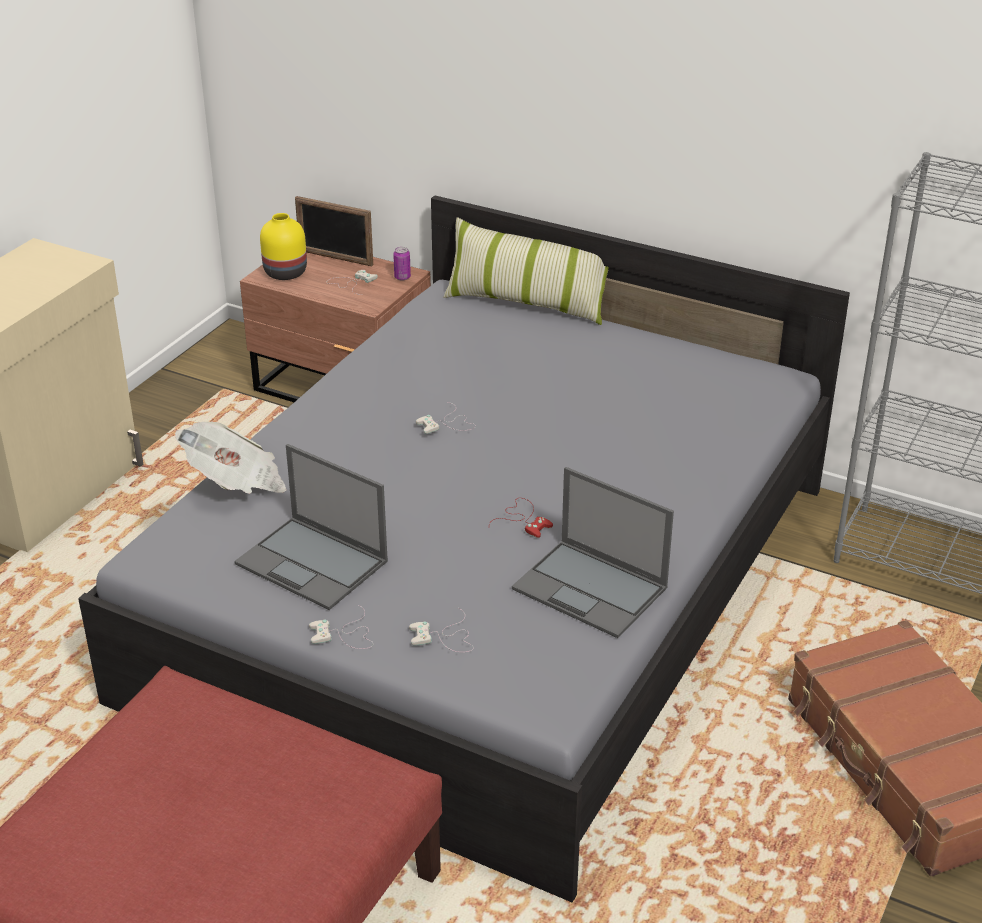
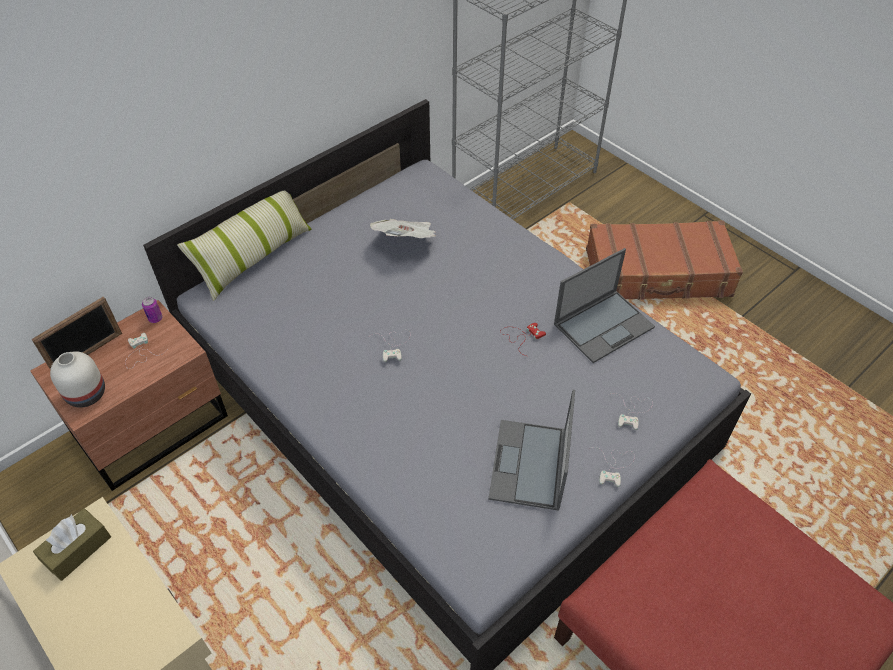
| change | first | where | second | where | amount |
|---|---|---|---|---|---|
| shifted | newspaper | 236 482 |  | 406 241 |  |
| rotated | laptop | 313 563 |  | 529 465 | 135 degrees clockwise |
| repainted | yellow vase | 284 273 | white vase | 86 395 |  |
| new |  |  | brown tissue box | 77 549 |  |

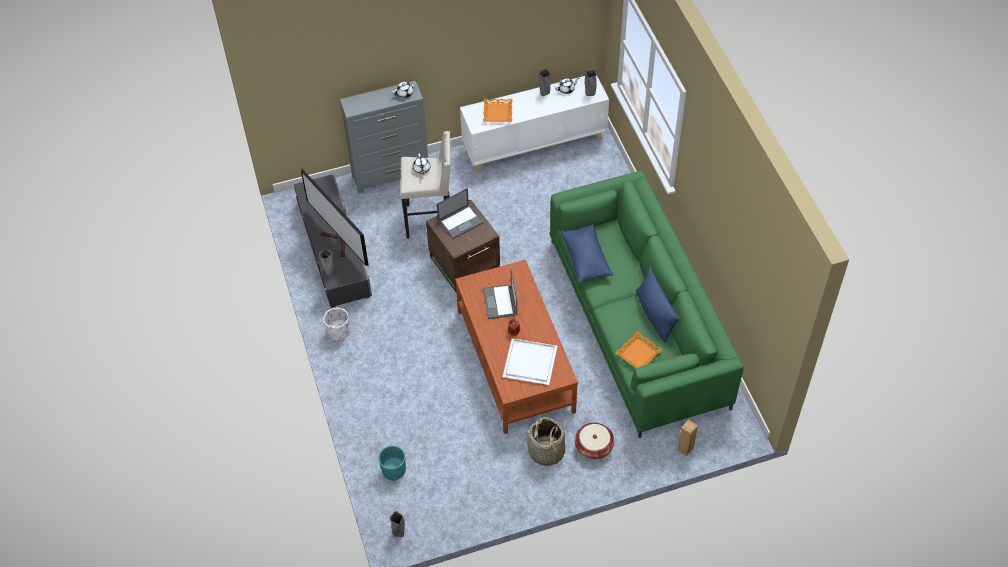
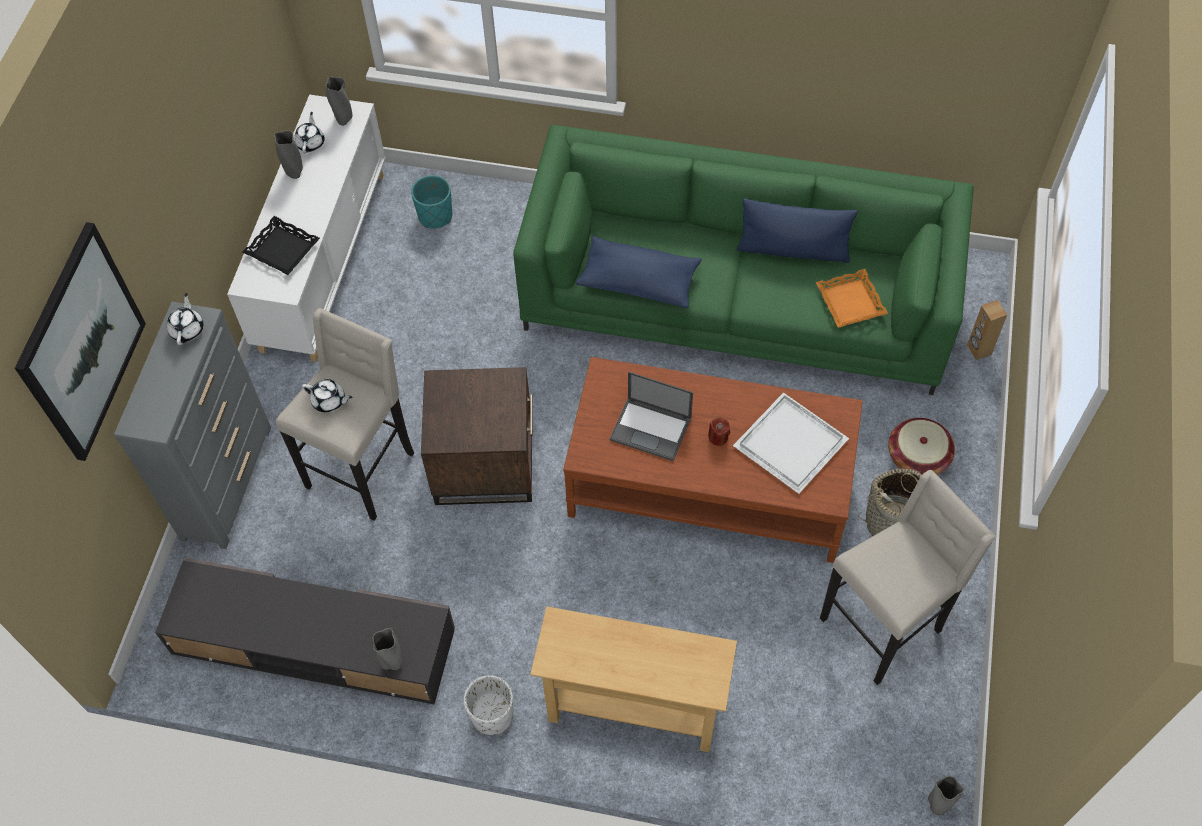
| change | first | where | second | where | amount |
|---|---|---|---|---|---|
| gone | television | 339 242 |  |  |  |
| shifted | turquoise planter | 393 470 |  | 435 216 |  |
| gone | laptop | 461 221 |  |  |  |
| repainted | orange tray | 497 112 | black tray | 282 250 |  |
| new |  |  | picture | 81 343 |  |
| new |  |  | beige console table | 633 710 |  |
| new |  |  | beige stool | 883 625 |  |

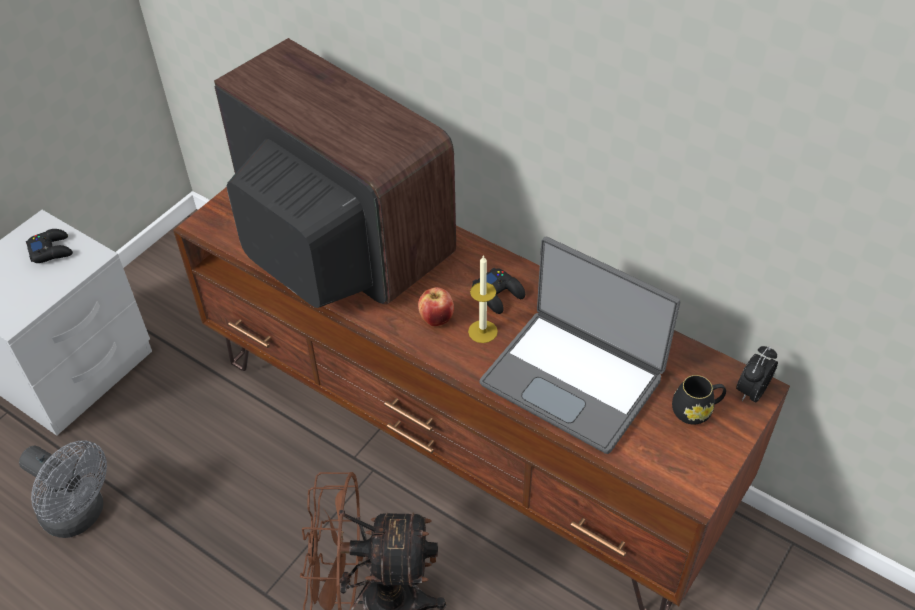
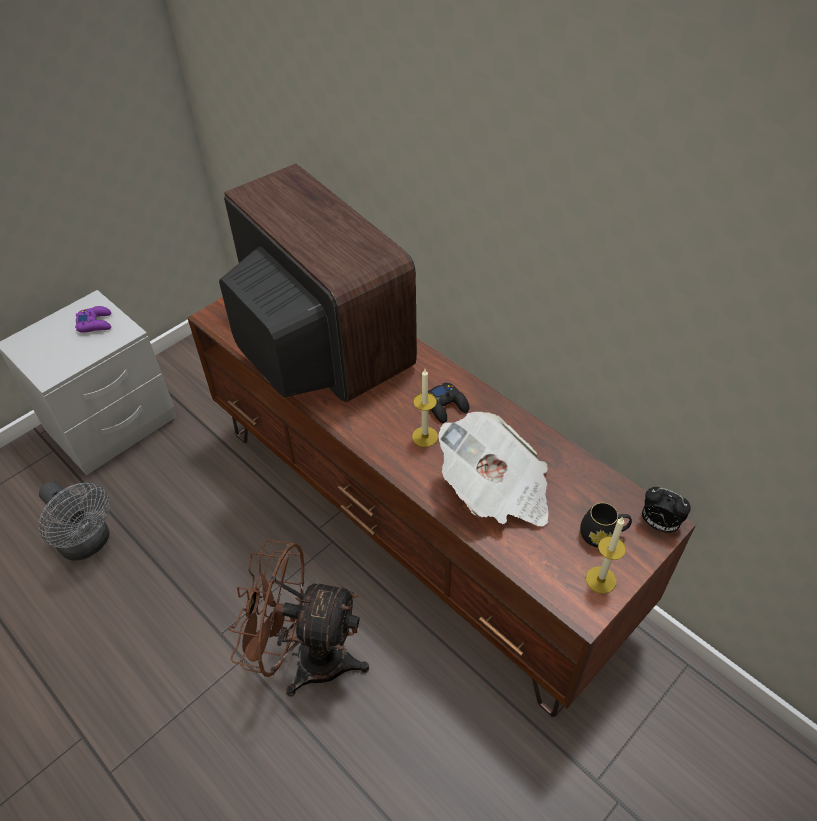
| change | first | where | second | where | amount |
|---|---|---|---|---|---|
| repainted | black game controller | 51 250 | purple game controller | 95 323 |  |
| gone | apple | 437 319 |  |  |  |
| swapped | laptop | 573 379 | newspaper | 496 490 |  |
| rotated | alarm clock | 751 391 |  | 658 524 | 105 degrees counterclockwise |
| new |  |  | candle | 600 580 |  |

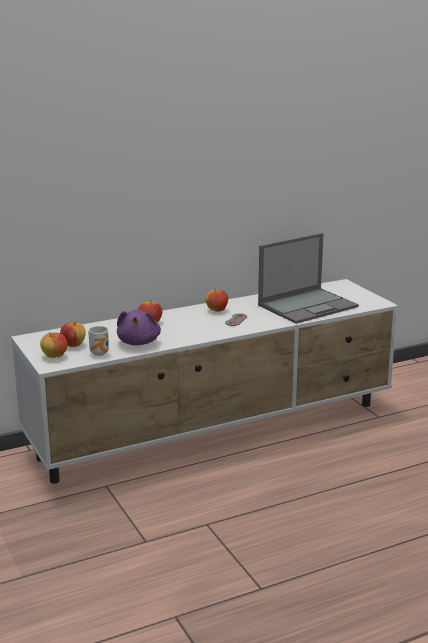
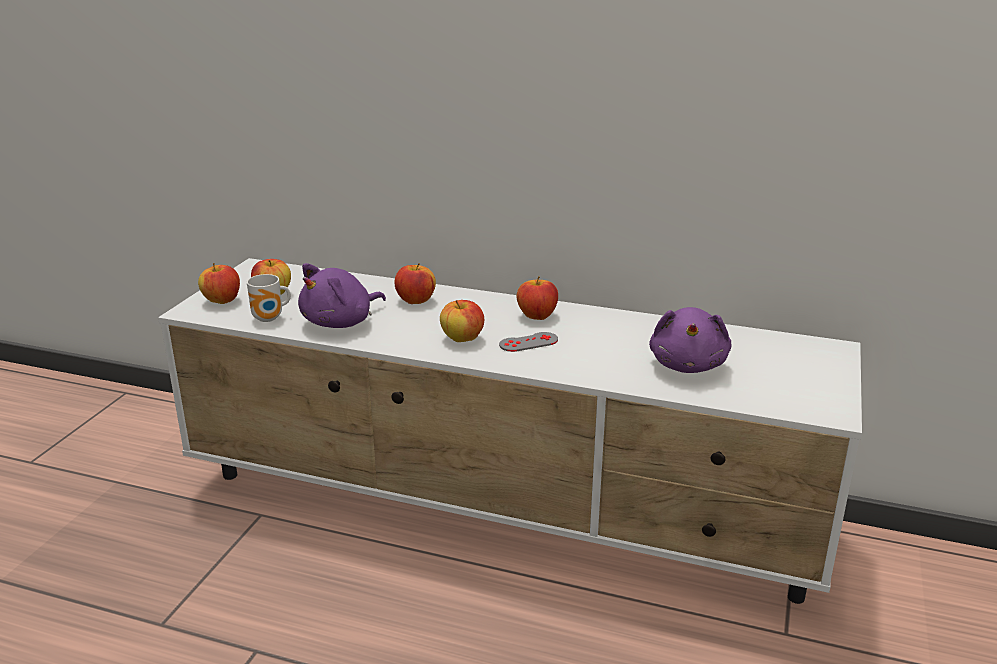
| change | first | where | second | where | amount |
|---|---|---|---|---|---|
| swapped | laptop | 308 306 | purple plush toy | 688 365 |  |
| new |  |  | apple | 462 339 |  |

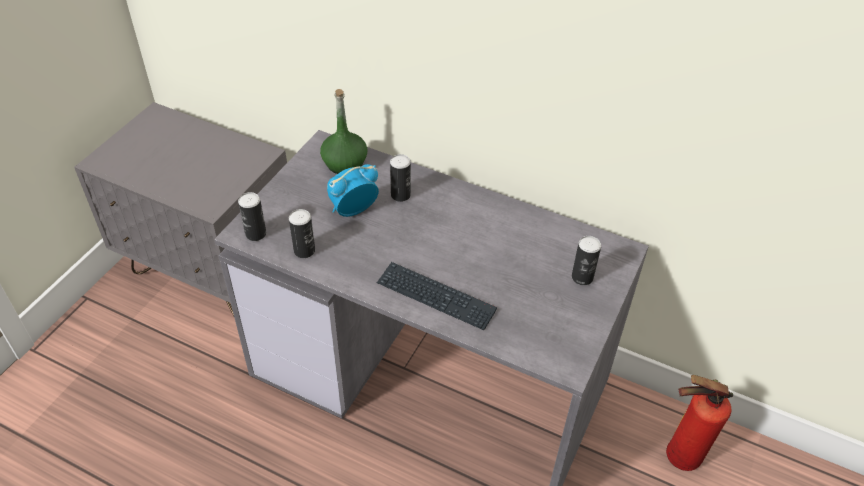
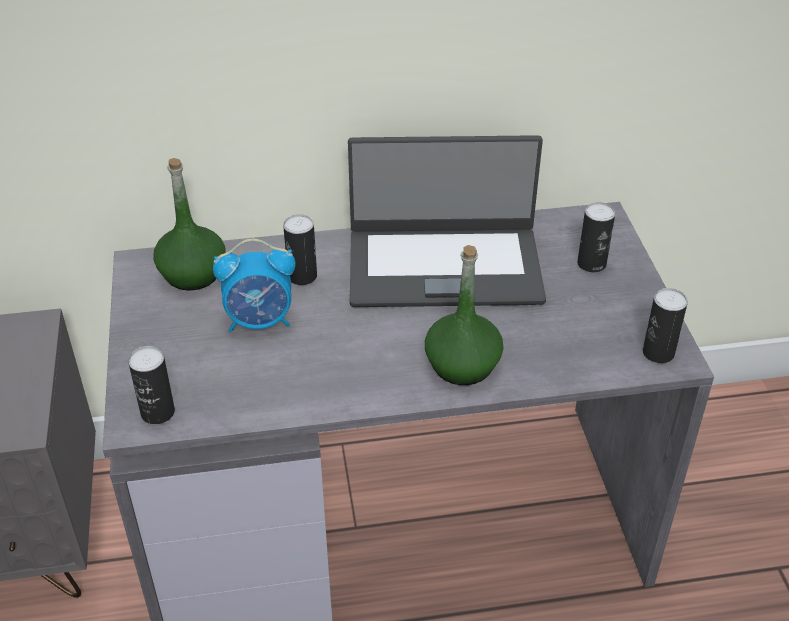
| change | first | where | second | where | amount |
|---|---|---|---|---|---|
| shifted | can | 304 250 |  | 658 352 |  |
| rotated | alarm clock | 353 210 |  | 260 321 | 120 degrees counterclockwise |
| swapped | keyboard | 435 297 | green bottle | 463 365 |  |
| gone | fire extinguisher | 677 456 |  |  |  |
| new |  |  | laptop | 444 266 |  |

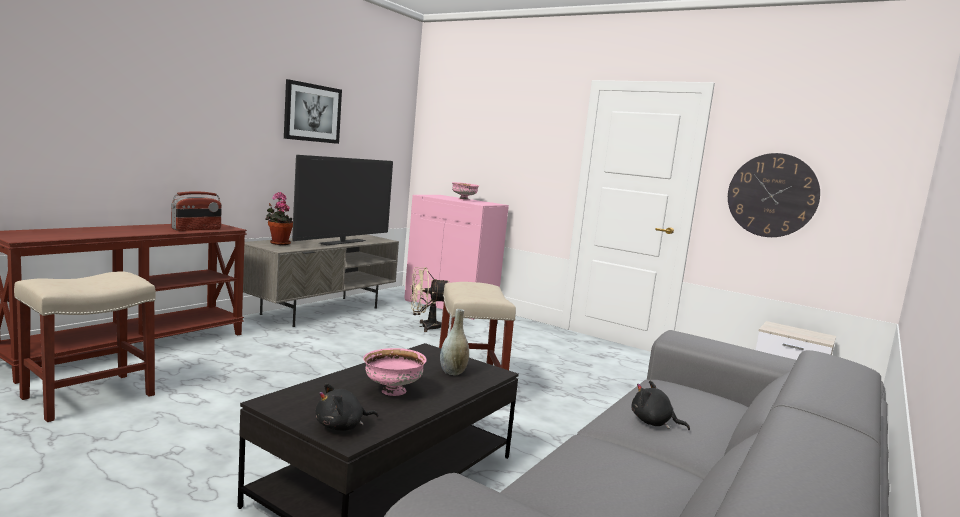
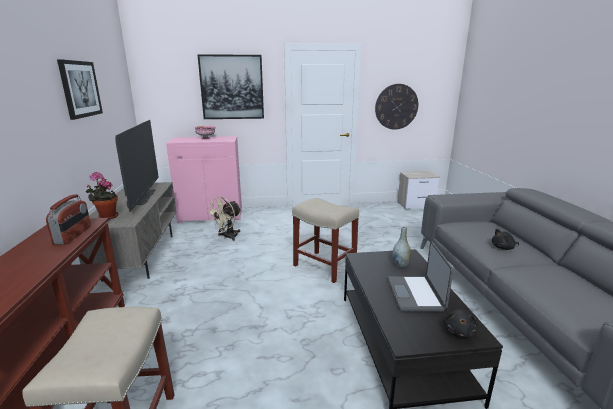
| change | first | where | second | where | amount |
|---|---|---|---|---|---|
| swapped | pink bowl | 392 391 | laptop | 416 294 |  |
| new |  |  | picture | 232 87 |  |

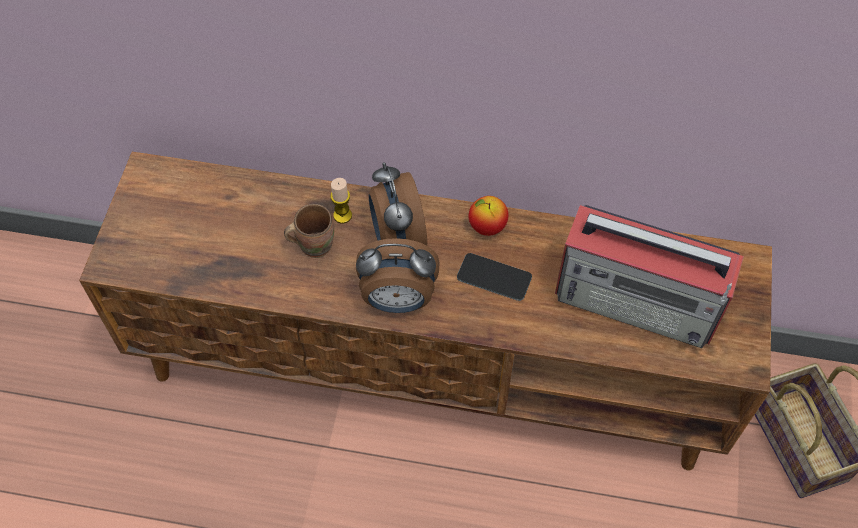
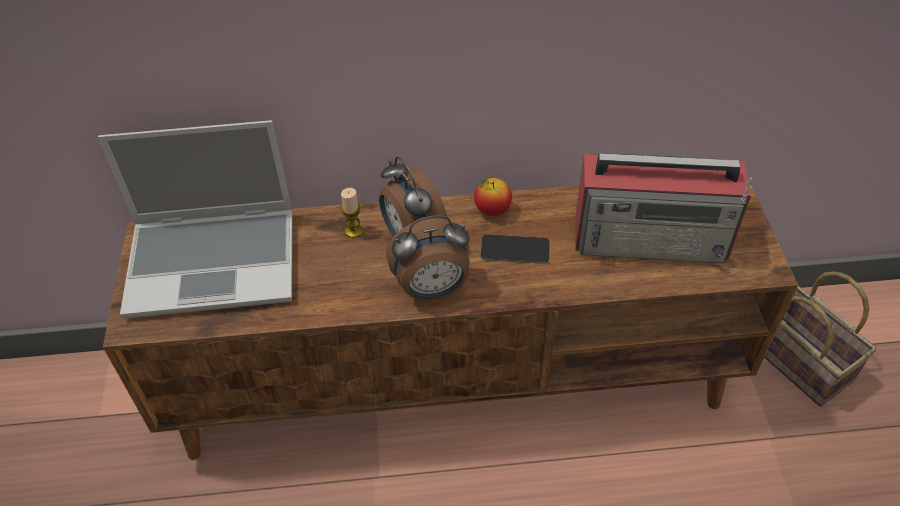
| change | first | where | second | where | amount |
|---|---|---|---|---|---|
| gone | brown mug | 313 244 |  |  |  |
| new |  |  | laptop | 215 262 |  |

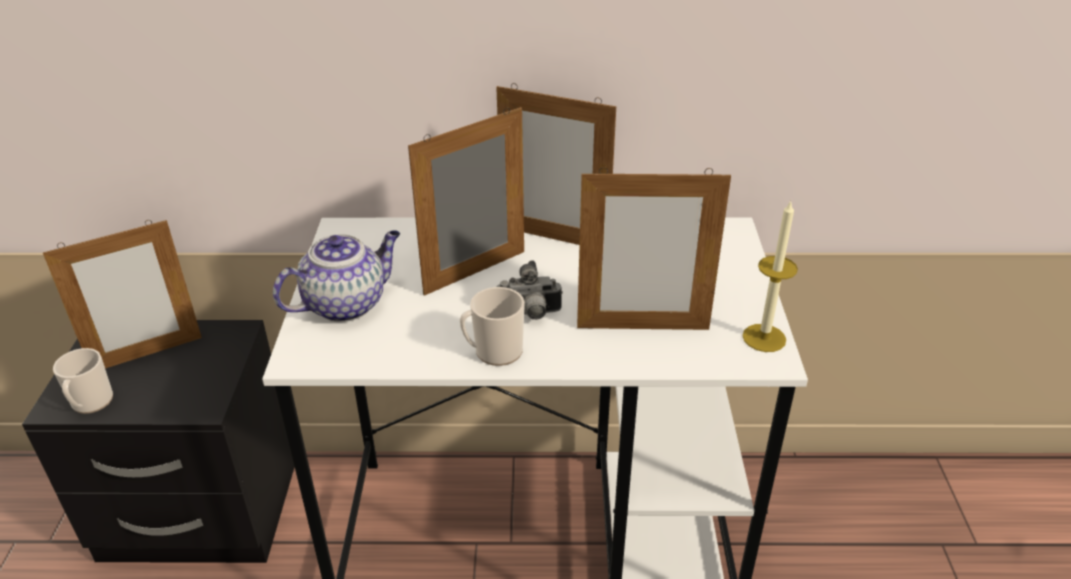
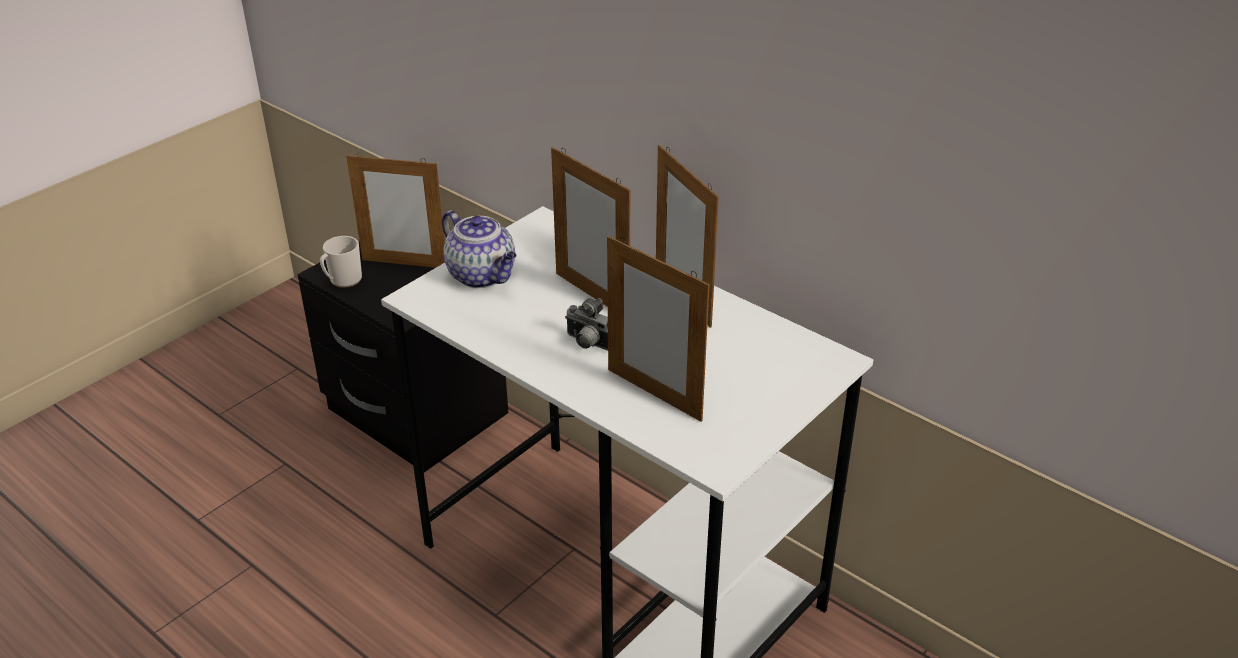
| change | first | where | second | where | amount |
|---|---|---|---|---|---|
| rotated | teapot | 346 303 |  | 483 276 | 45 degrees clockwise |
| rotated | picture frame | 475 272 |  | 592 296 | 135 degrees counterclockwise |
| gone | mug | 493 352 |  |  |  |
| gone | candle | 764 338 |  |  |  |

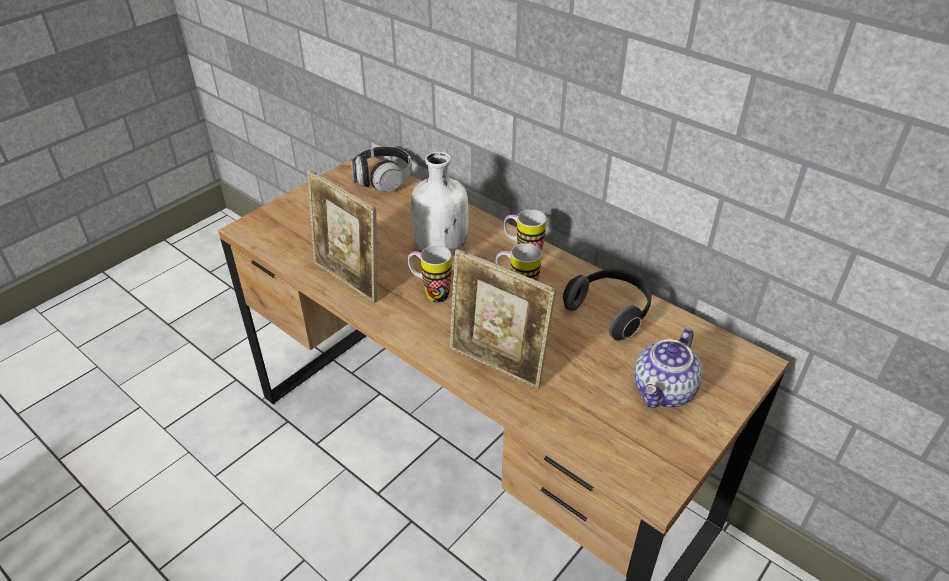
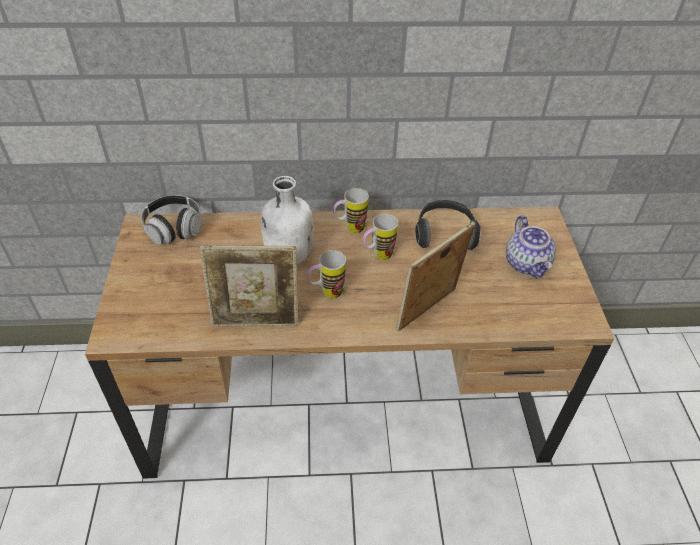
| change | first | where | second | where | amount |
|---|---|---|---|---|---|
| rotated | picture frame | 497 365 |  | 428 312 | 150 degrees clockwise |

